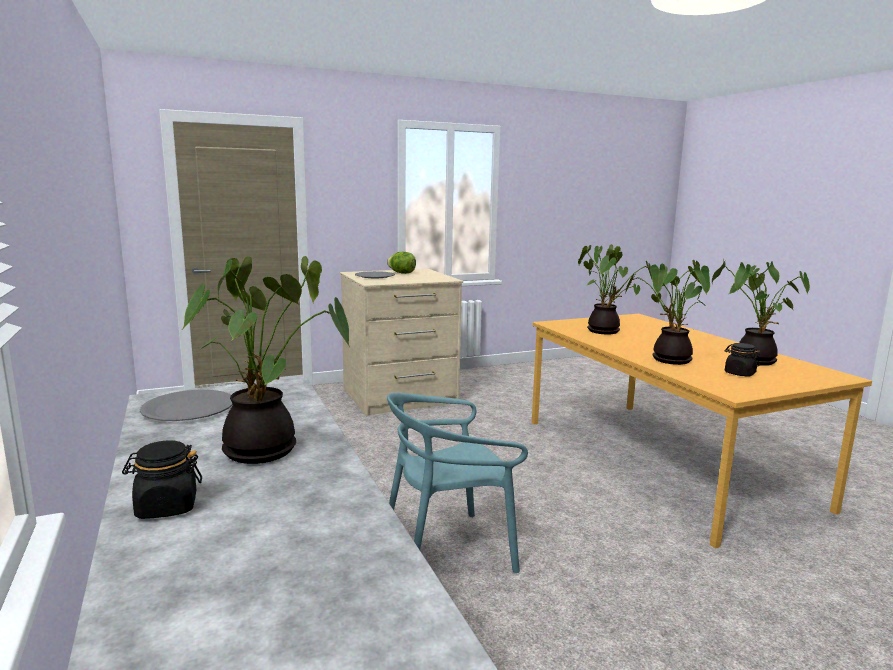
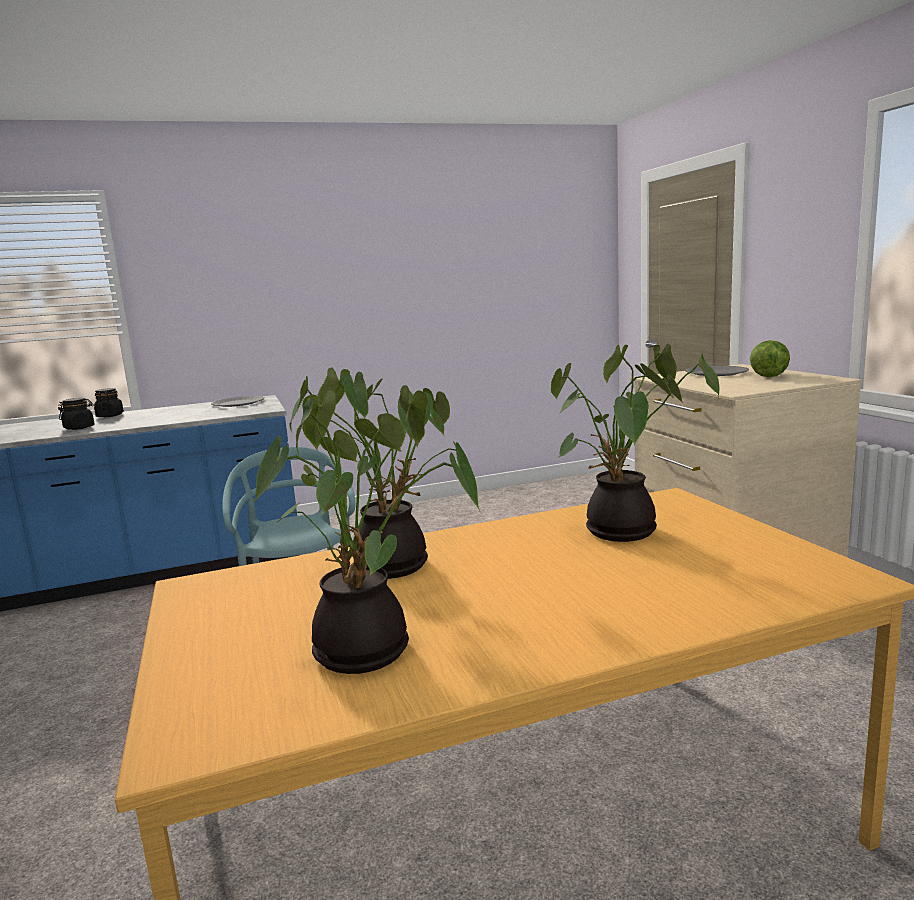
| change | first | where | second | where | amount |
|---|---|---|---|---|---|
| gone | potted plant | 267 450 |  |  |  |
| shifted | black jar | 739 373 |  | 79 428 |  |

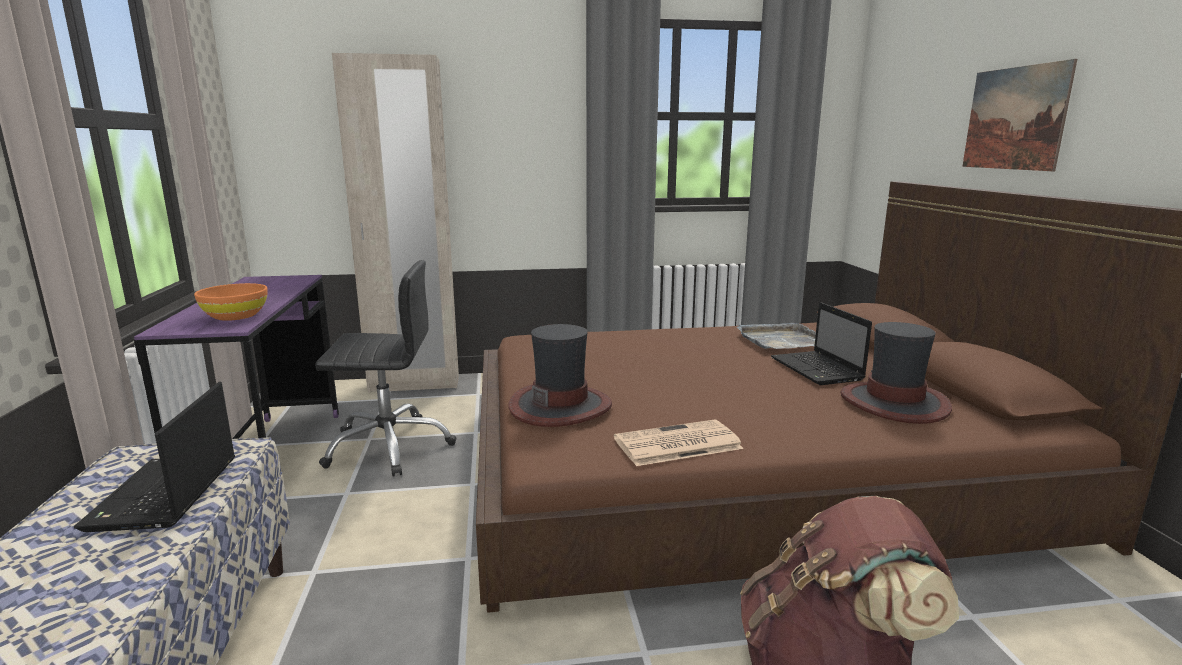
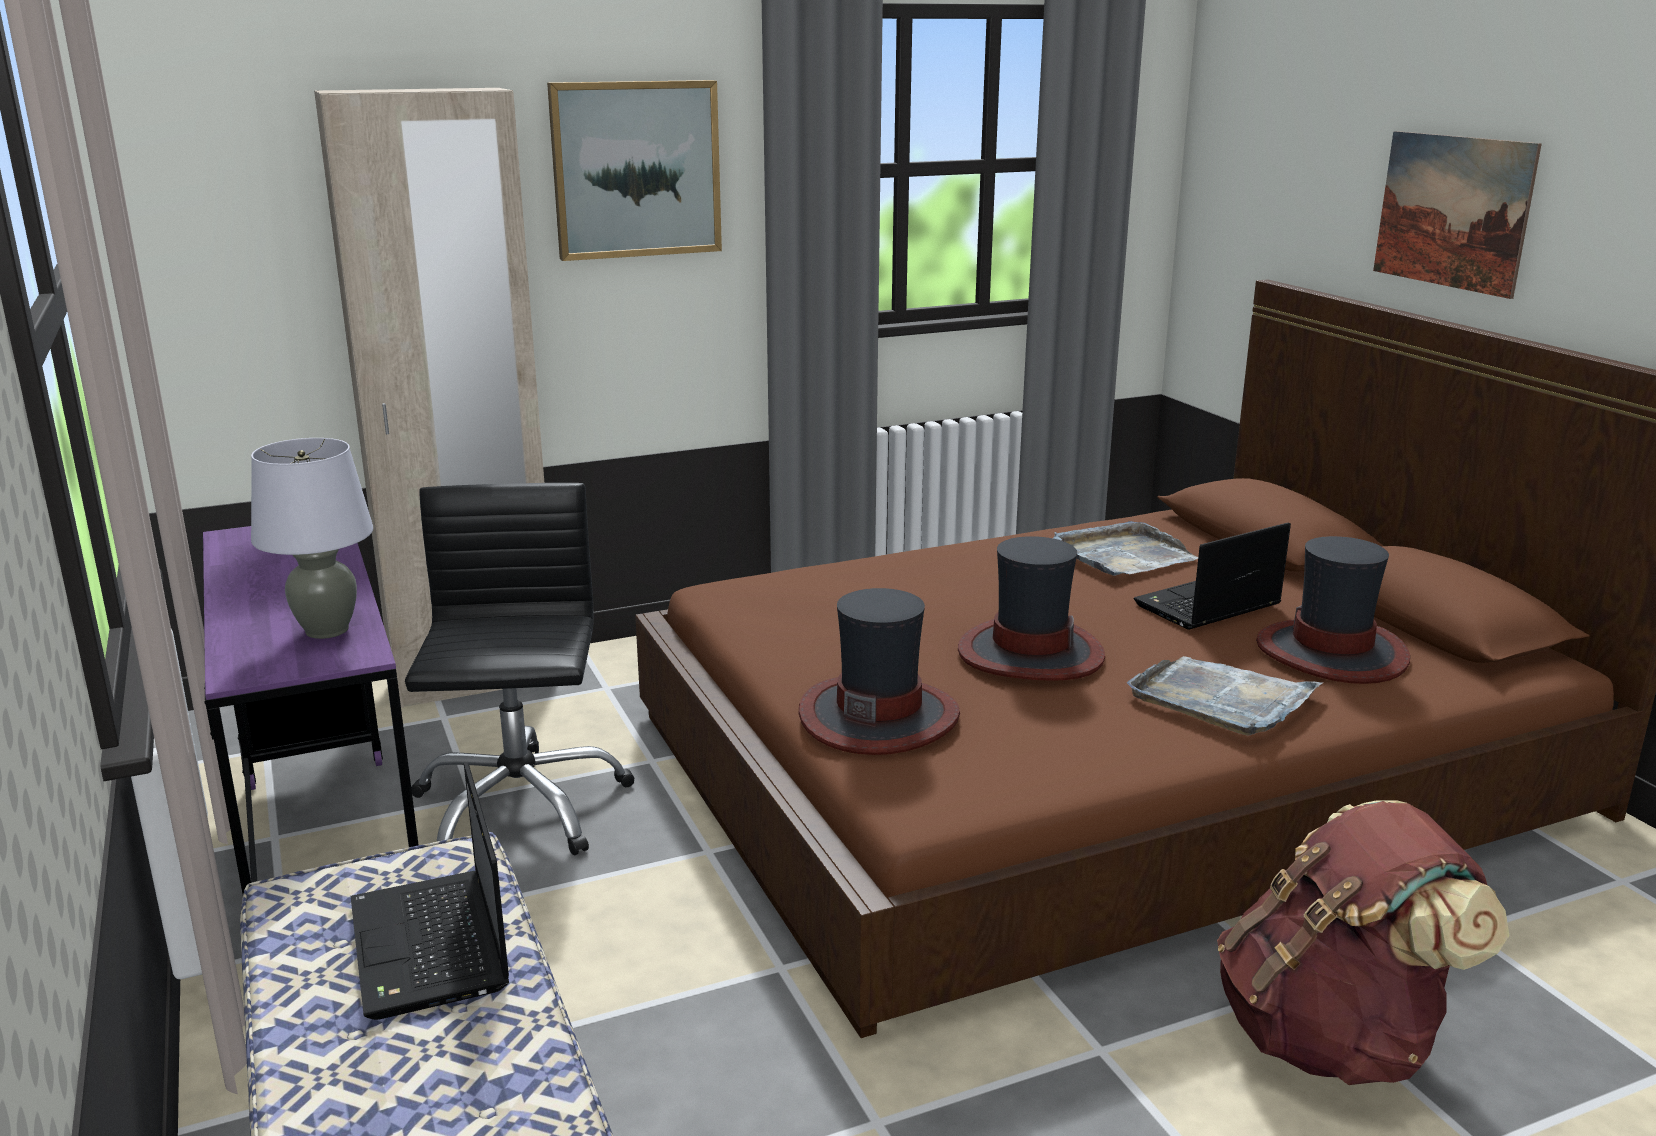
| change | first | where | second | where | amount |
|---|---|---|---|---|---|
| swapped | orange bowl | 235 316 | grey table lamp | 326 630 |  |
| rotated | black office chair | 389 446 |  | 519 806 | 75 degrees counterclockwise |
| gone | newspaper | 676 444 |  |  |  |
| rotated | laptop | 818 370 |  | 1205 606 | 90 degrees clockwise |
| new |  |  | picture | 636 169 |  |
| new |  |  | hat | 1029 653 |  |
| new |  |  | grey tray | 1222 699 |  |

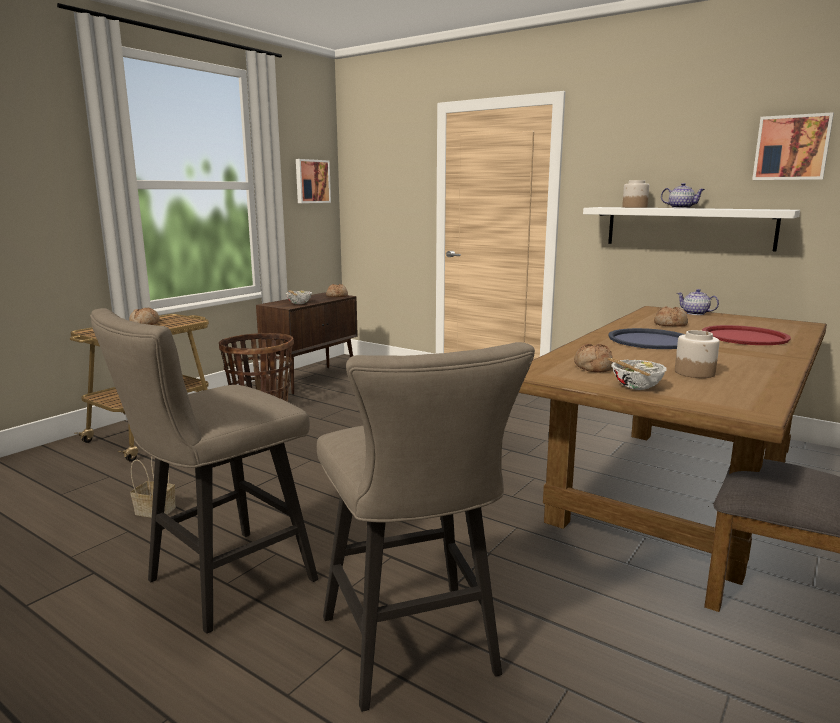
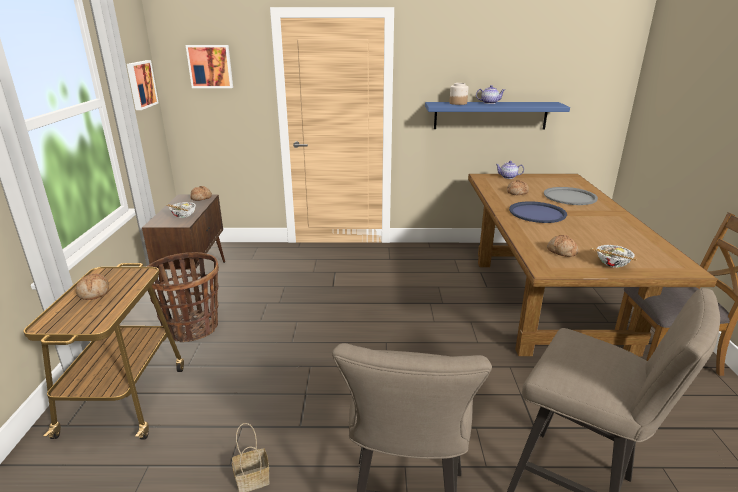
| change | first | where | second | where | amount |
|---|---|---|---|---|---|
| repainted | white shelf | 688 227 | blue shelf | 490 115 |  |
| gone | jar | 695 373 |  |  |  |
| repainted | red tray | 744 337 | grey tray | 569 197 |  |
| shifted | picture | 792 148 |  | 210 66 |  |

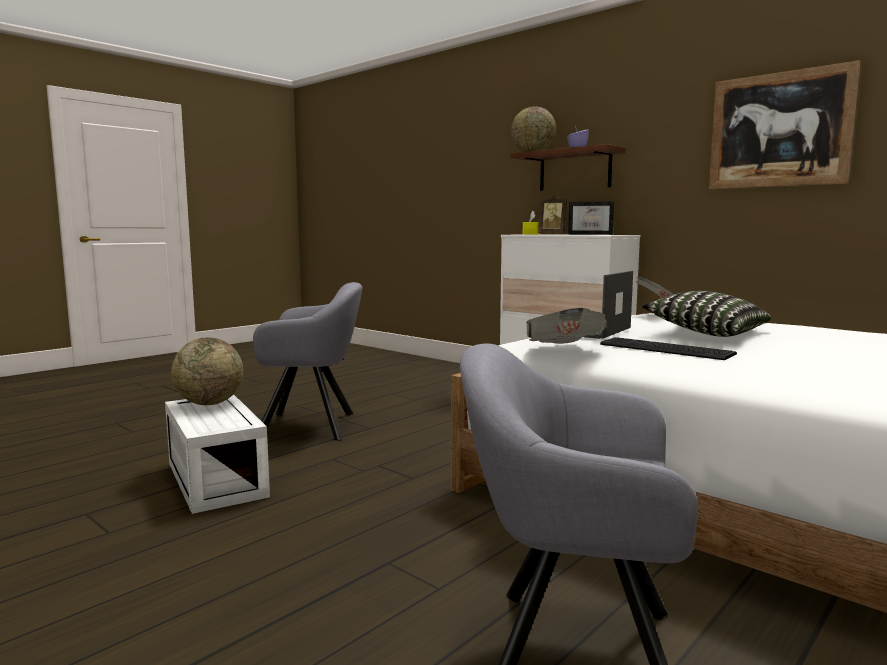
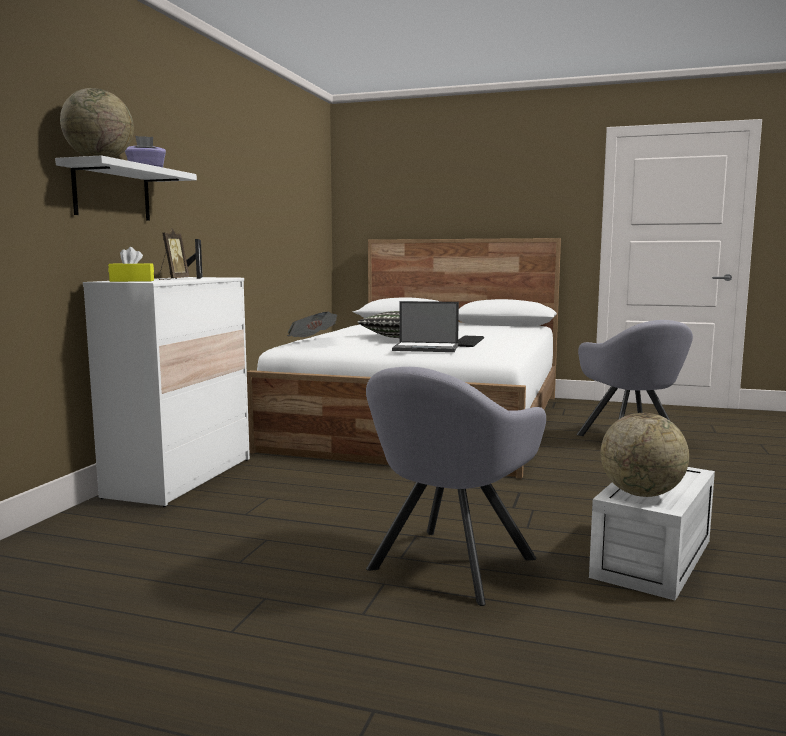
| change | first | where | second | where | amount |
|---|---|---|---|---|---|
| rotated | grey armchair | 313 426 |  | 446 567 | 120 degrees counterclockwise |
| repainted | brown shelf | 575 170 | white shelf | 112 192 |  |
| gone | newspaper | 564 350 |  |  |  |
| gone | picture | 779 130 |  |  |  |

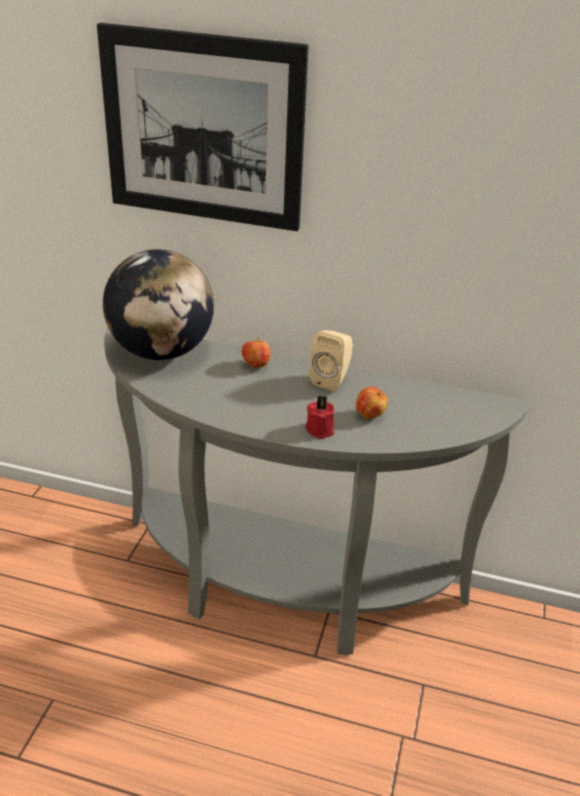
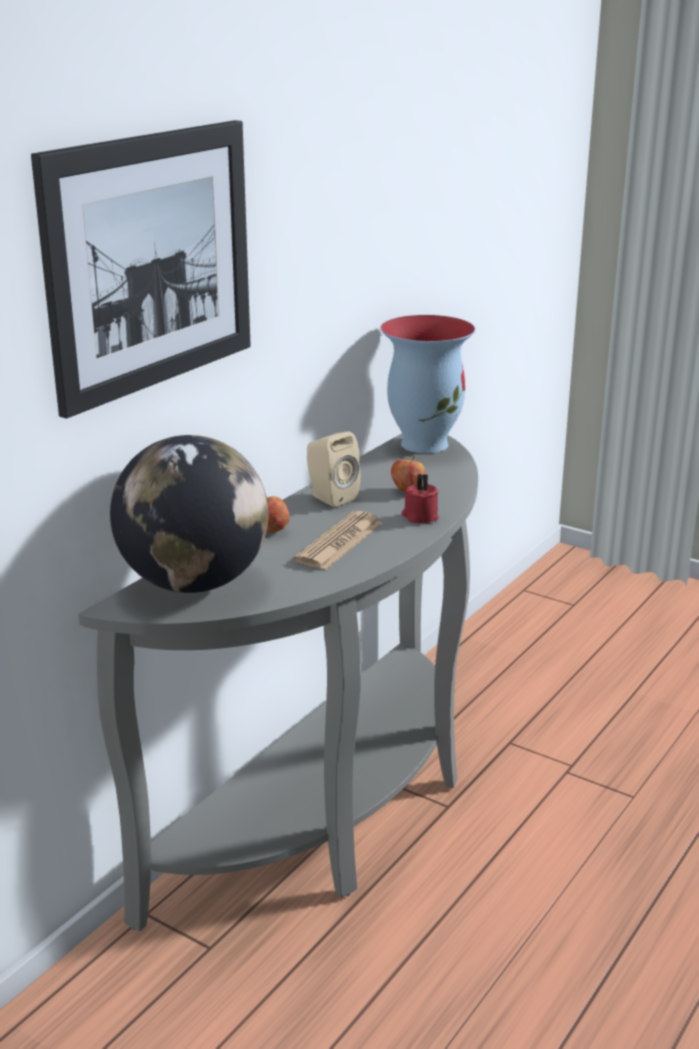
| change | first | where | second | where | amount |
|---|---|---|---|---|---|
| new |  |  | newspaper | 339 542 |  |
| new |  |  | vase | 424 443 |  |

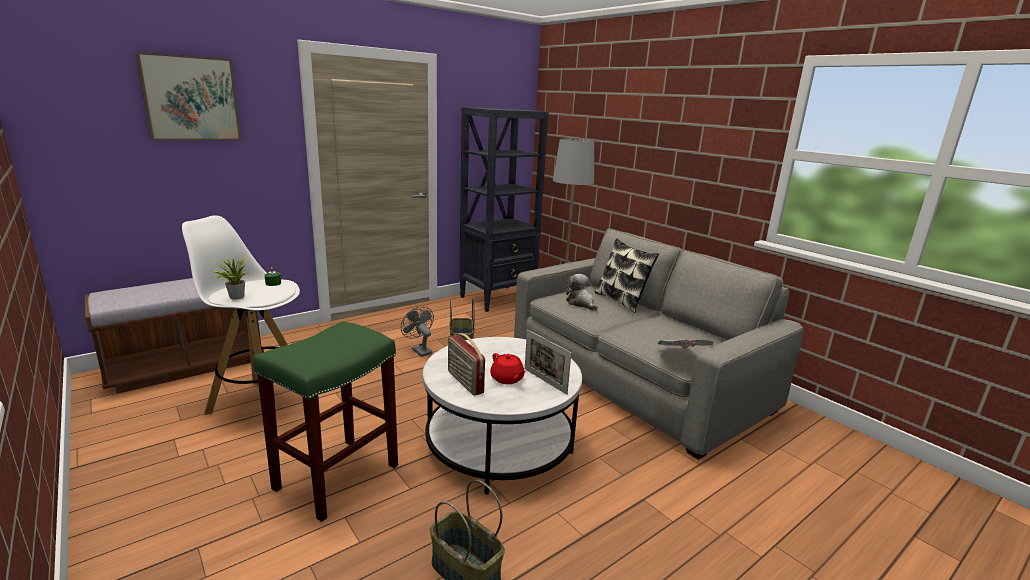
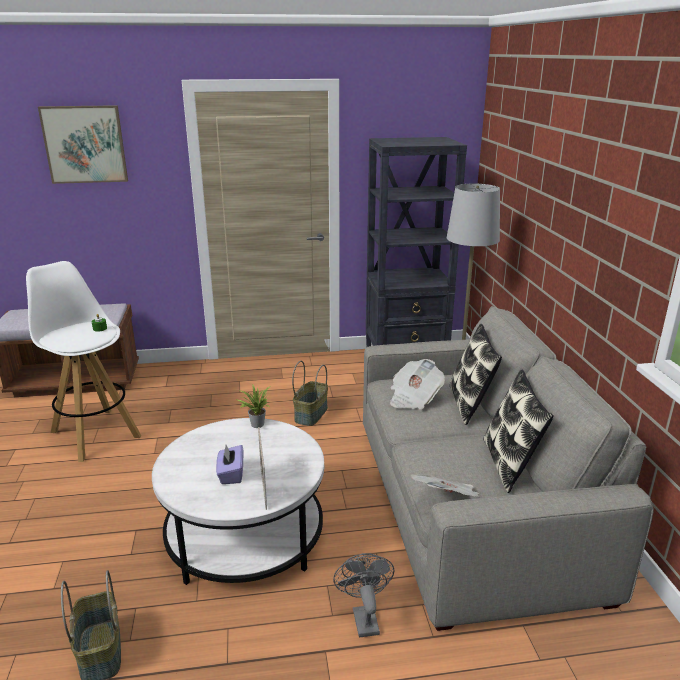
| change | first | where | second | where | amount |
|---|---|---|---|---|---|
| shifted | potted plant | 235 297 |  | 256 424 |  |
| gone | green stool | 338 476 |  |  |  |
| shifted | grey fan | 419 350 |  | 364 617 |  |
| gone | radio | 464 382 |  |  |  |
| swapped | red teapot | 507 379 | purple tissue box | 231 474 |  |
| swapped | plush toy | 581 303 | newspaper | 413 398 |  |
| new |  |  | pillow | 509 464 |  |

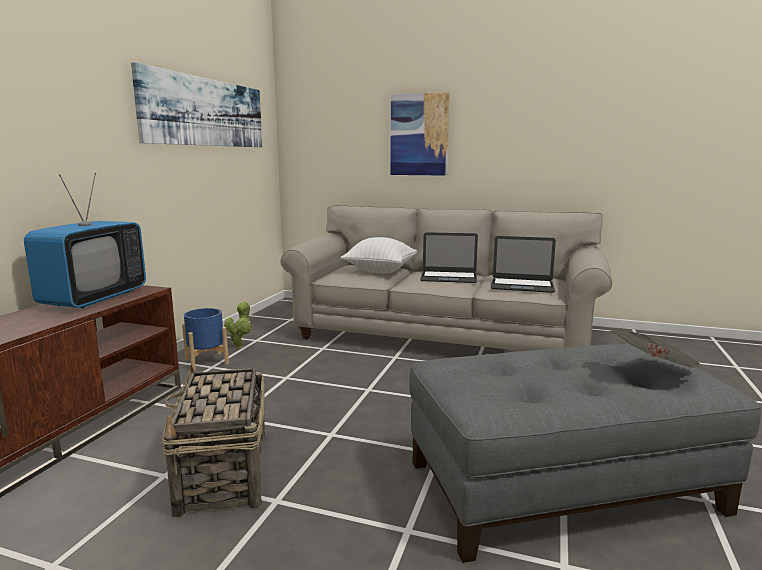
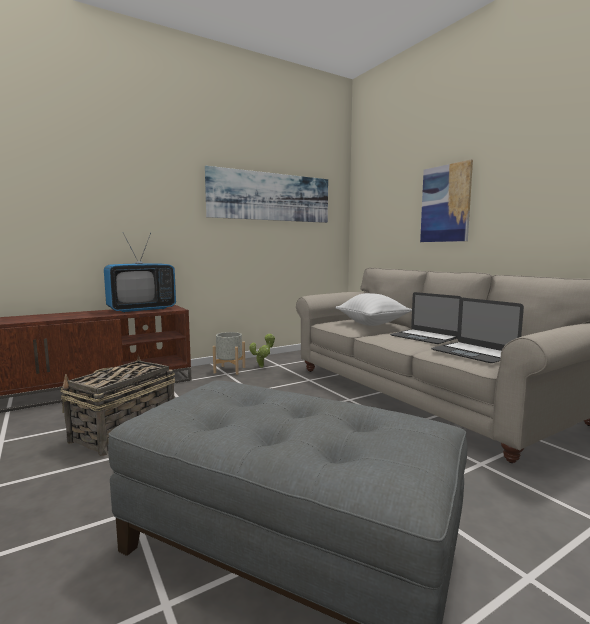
| change | first | where | second | where | amount |
|---|---|---|---|---|---|
| repainted | blue planter | 207 361 | grey planter | 229 370 |  |
| gone | newspaper | 655 372 |  |  |  |

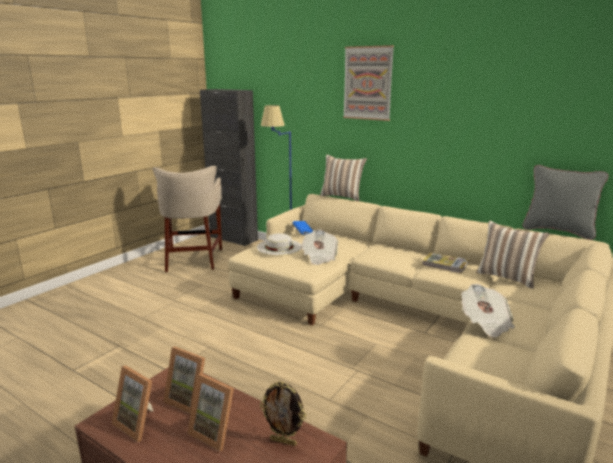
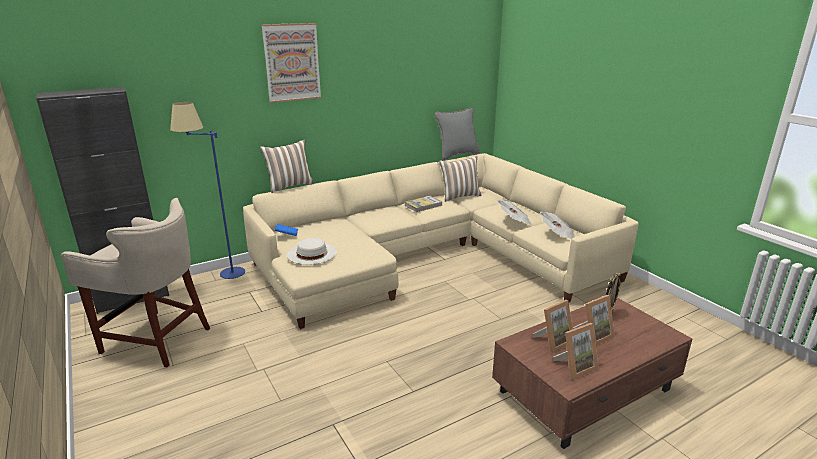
| change | first | where | second | where | amount |
|---|---|---|---|---|---|
| shifted | newspaper | 319 257 |  | 557 235 |  |

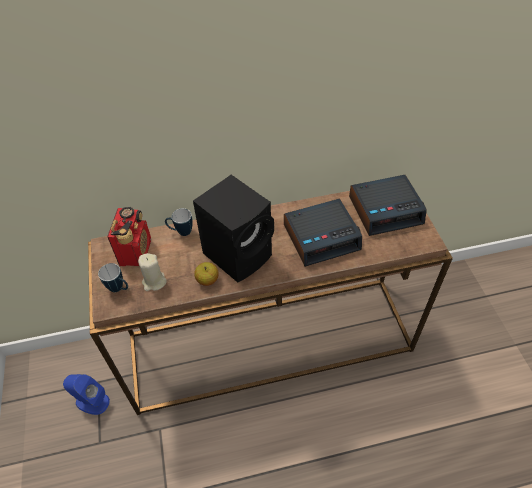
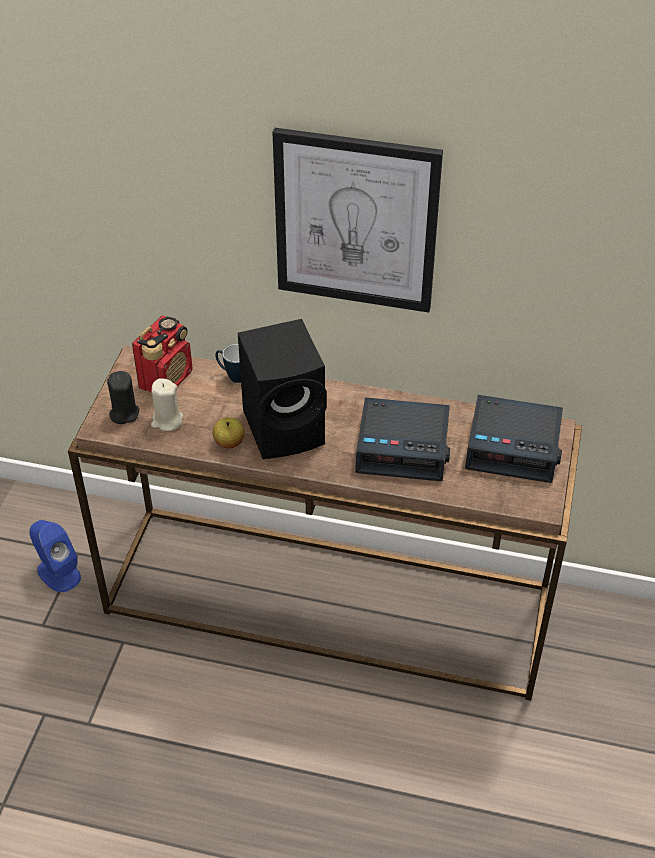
| change | first | where | second | where | amount |
|---|---|---|---|---|---|
| swapped | mug | 119 289 | black candle | 124 413 |  |
| new |  |  | picture | 356 221 |  |

